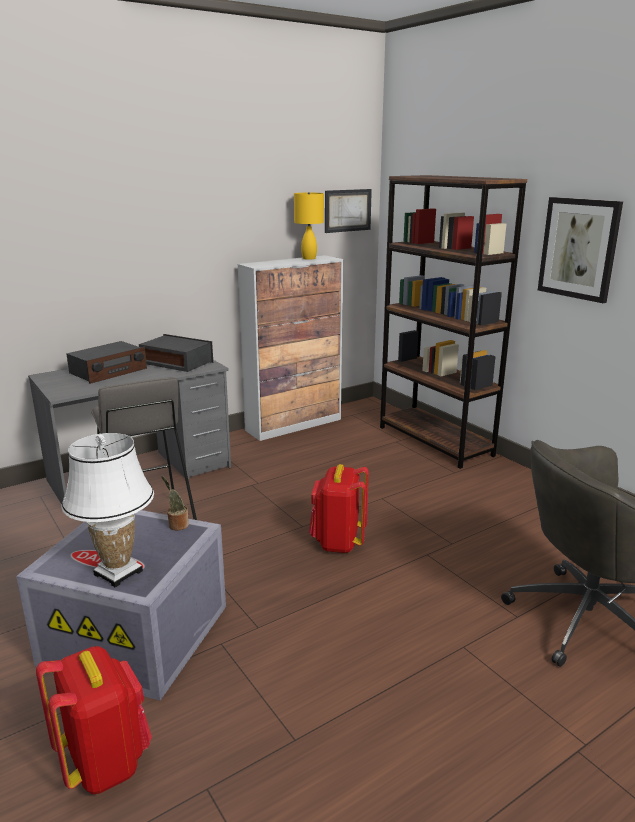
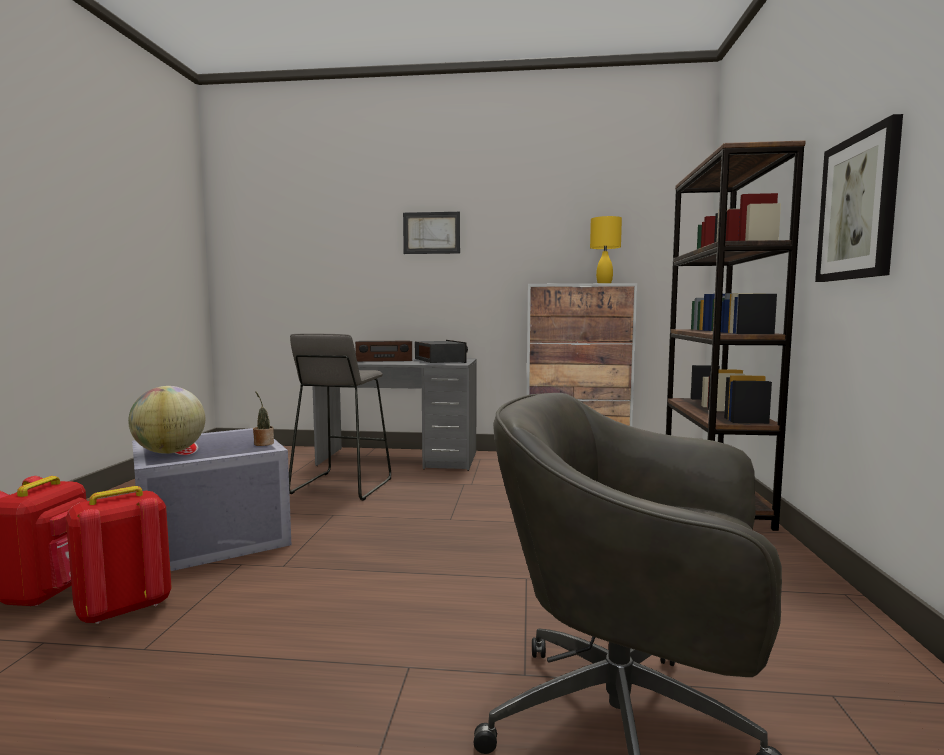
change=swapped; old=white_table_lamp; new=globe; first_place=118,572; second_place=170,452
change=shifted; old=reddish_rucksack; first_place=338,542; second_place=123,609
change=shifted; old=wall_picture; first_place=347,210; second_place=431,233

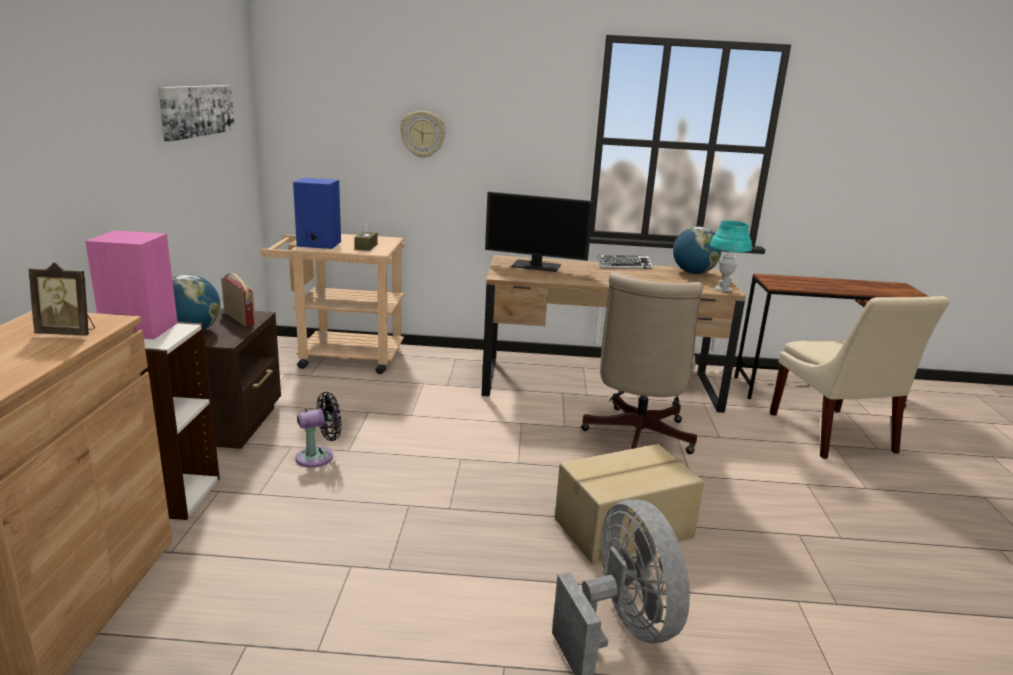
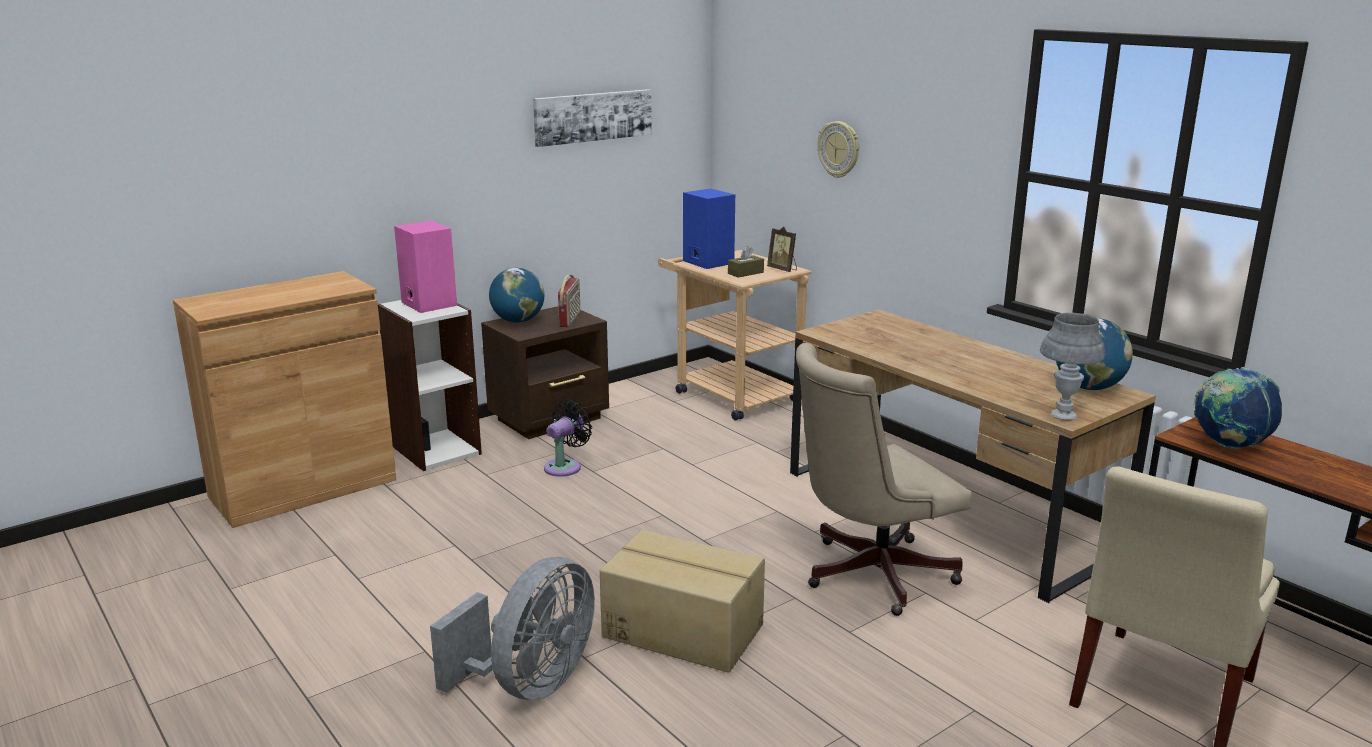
change=shifted; old=standing_frame; first_place=68,333; second_place=783,269
change=rotated; old=black-coloured_fan; first_place=319,456; second_place=565,466; degrees=-75
change=gone; old=monitor; first_place=536,266
change=gone; old=computer_keyboard; first_place=624,266
change=repainted; old=turquoise_table_lamp; new=gray_table_lamp; first_place=723,289; second_place=1063,416
change=new; new=globe; second_place=1229,445

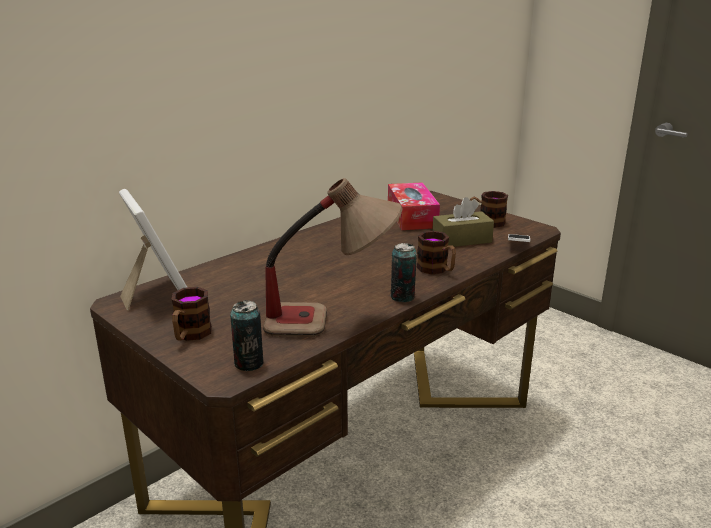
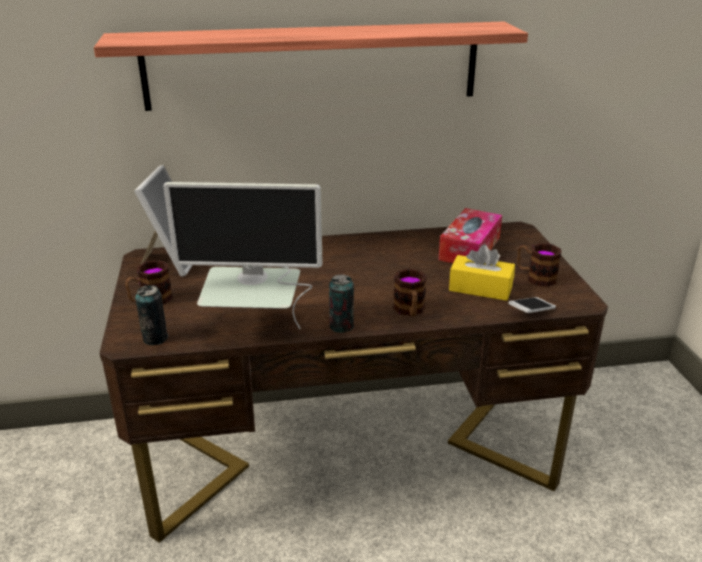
change=swapped; old=table_lamp; new=monitor; first_place=332,322; second_place=255,328
change=repainted; old=brown-coloured_box_of_tissues; new=yellow-coloured_box_of_tissues; first_place=461,240; second_place=480,288
change=new; new=bracket_shelf; second_place=313,65

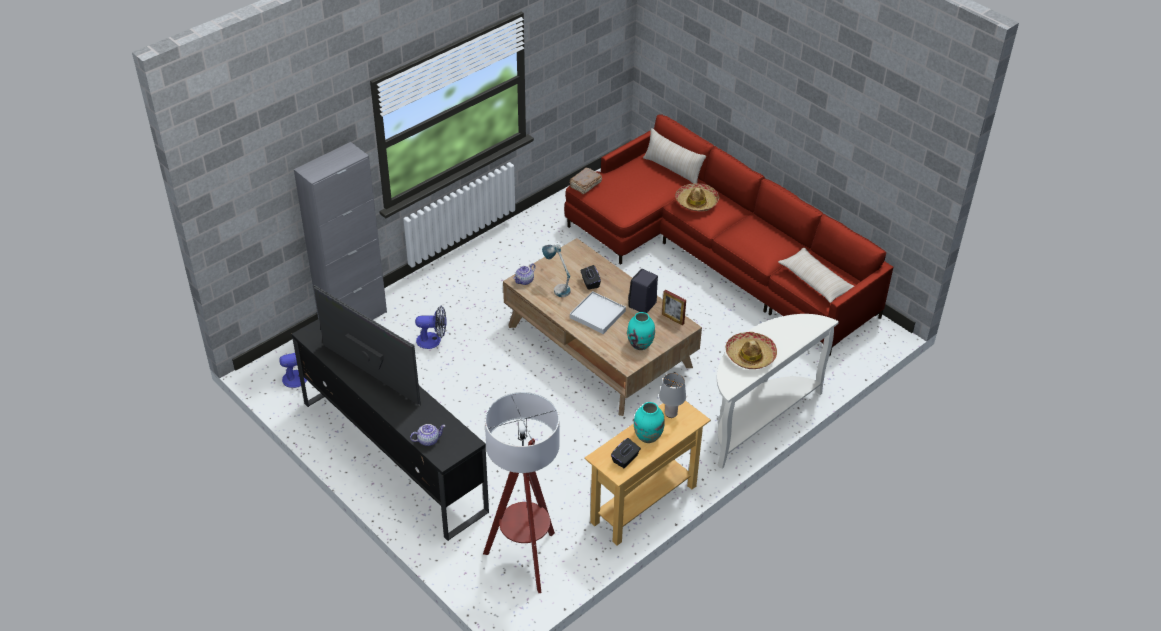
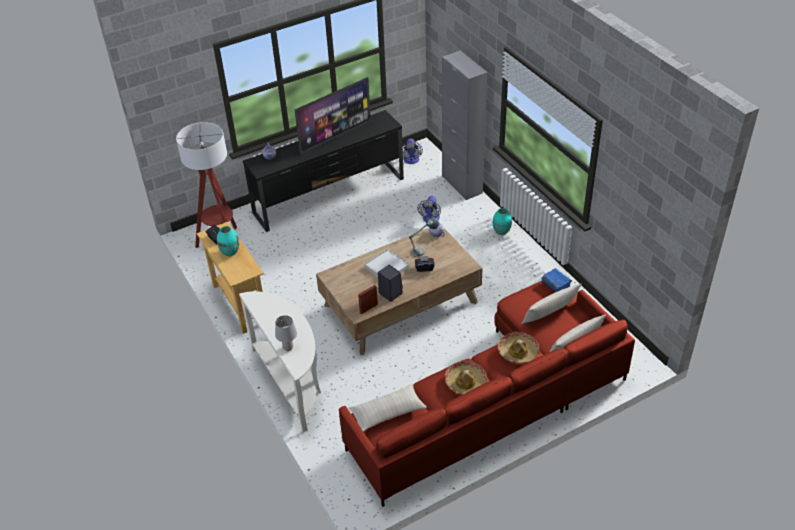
change=repainted; old=brown-coloured_bound_book; new=blue_bound_book; first_place=585,185; second_place=555,284
change=shifted; old=turquoise_decorative_vase; first_place=640,344; second_place=501,231
change=shifted; old=gray_table_lamp; first_place=670,413; second_place=288,347
change=shifted; old=wearable_hat; first_place=750,356; second_place=465,382
change=new; new=beige-coloured_cushion; second_place=549,313

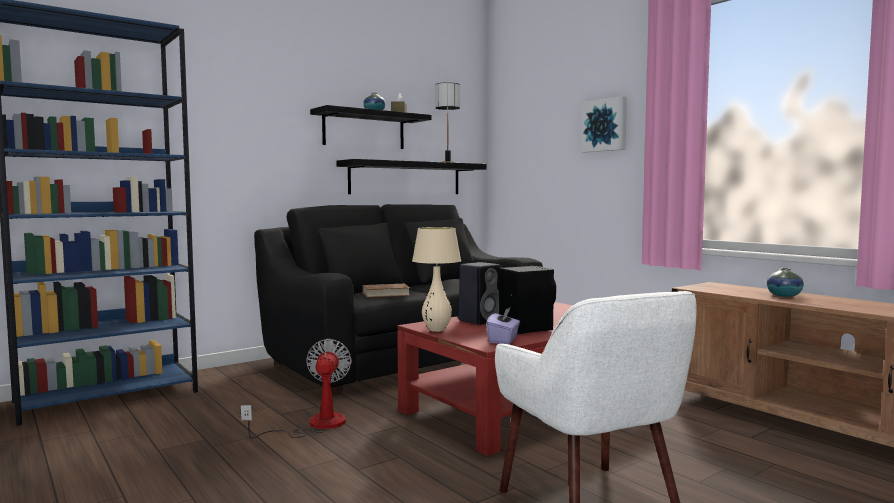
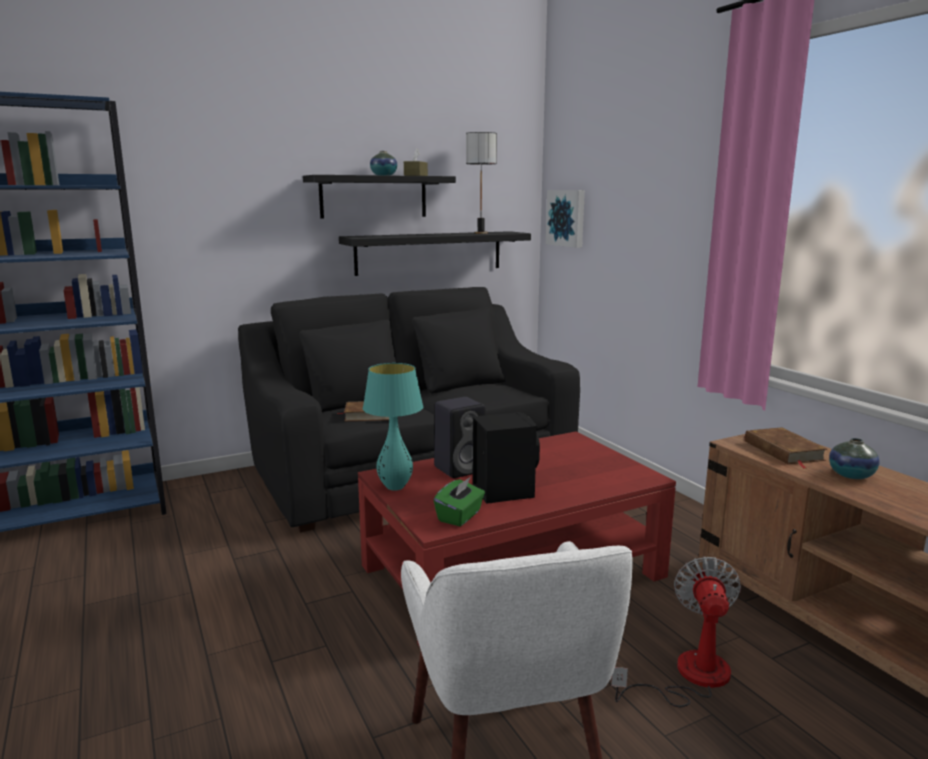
change=shifted; old=fan; first_place=314,425; second_place=689,677
change=repainted; old=beige-coloured_table_lamp; new=turquoise_table_lamp; first_place=436,330; second_place=395,487
change=repainted; old=purplish_box_of_tissues; new=green_box_of_tissues; first_place=503,340; second_place=460,516
change=shifted; old=wall_picture; first_place=605,125; second_place=567,218
change=new; new=brown-coloured_bound_book; second_place=783,451

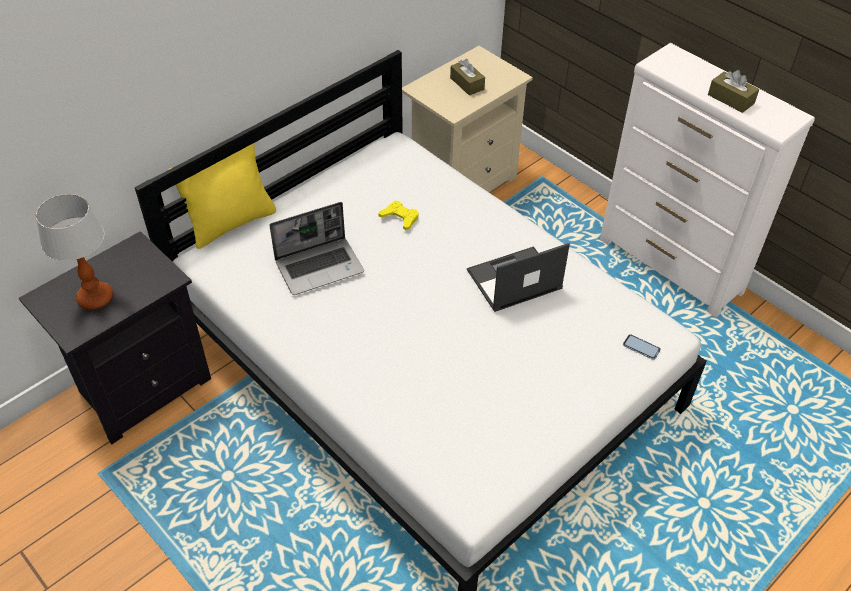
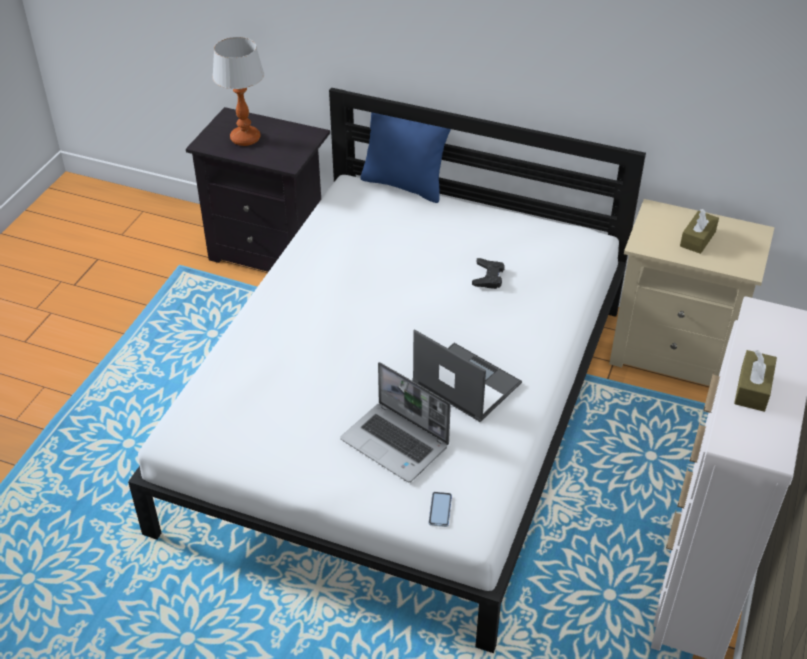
change=repainted; old=yellow-coloured_cushion; new=blue_cushion; first_place=231,223; second_place=404,185
change=shifted; old=laptop; first_place=320,266; second_place=396,443
change=repainted; old=yellow-coloured_joypad; new=black-coloured_joypad; first_place=400,218; second_place=488,277

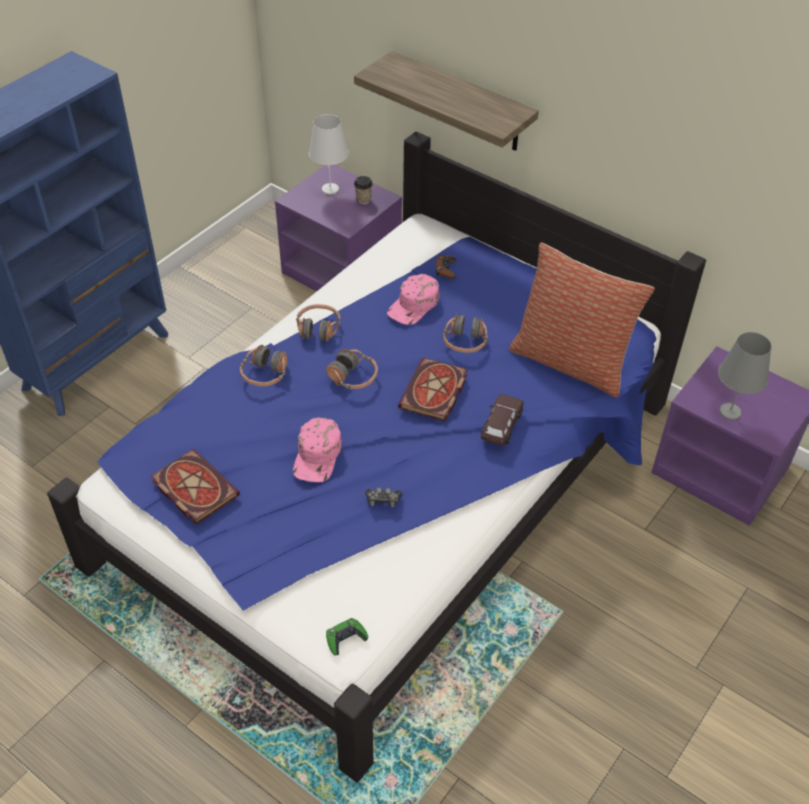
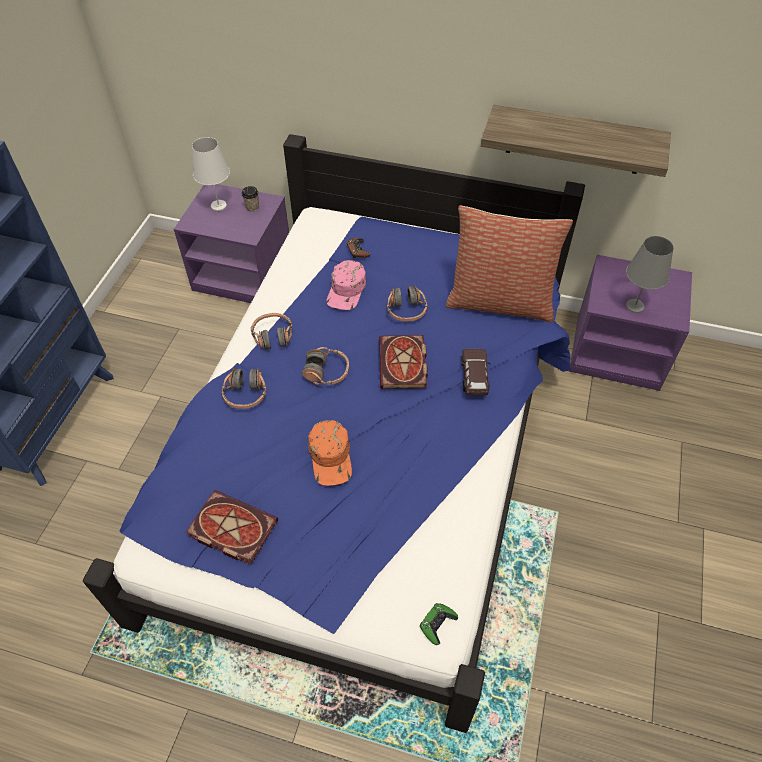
change=repainted; old=pinkish_baseball_cap; new=orange_baseball_cap; first_place=318,455; second_place=331,457
change=shifted; old=bracket_shelf; first_place=461,103; second_place=575,140
change=gone; old=joypad; first_place=383,500

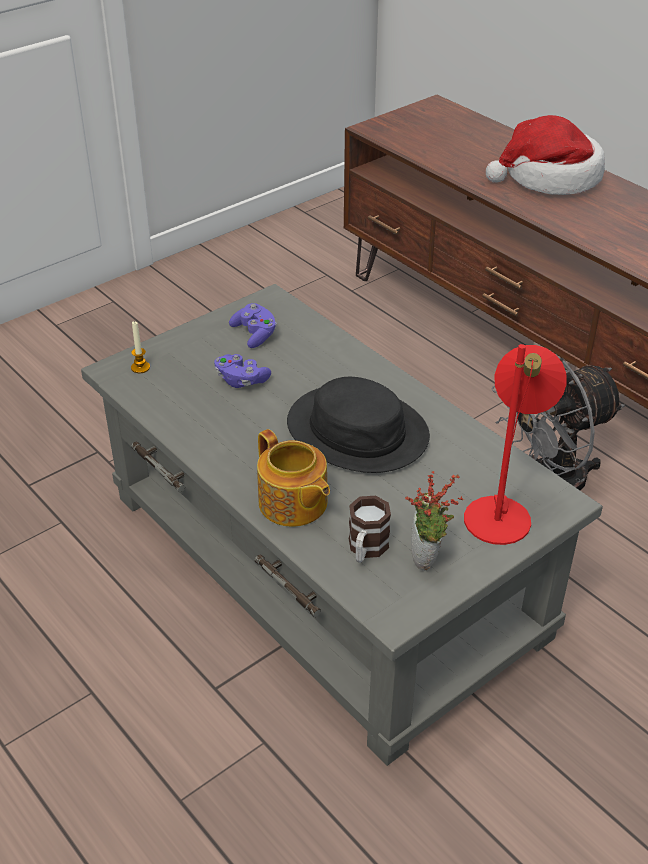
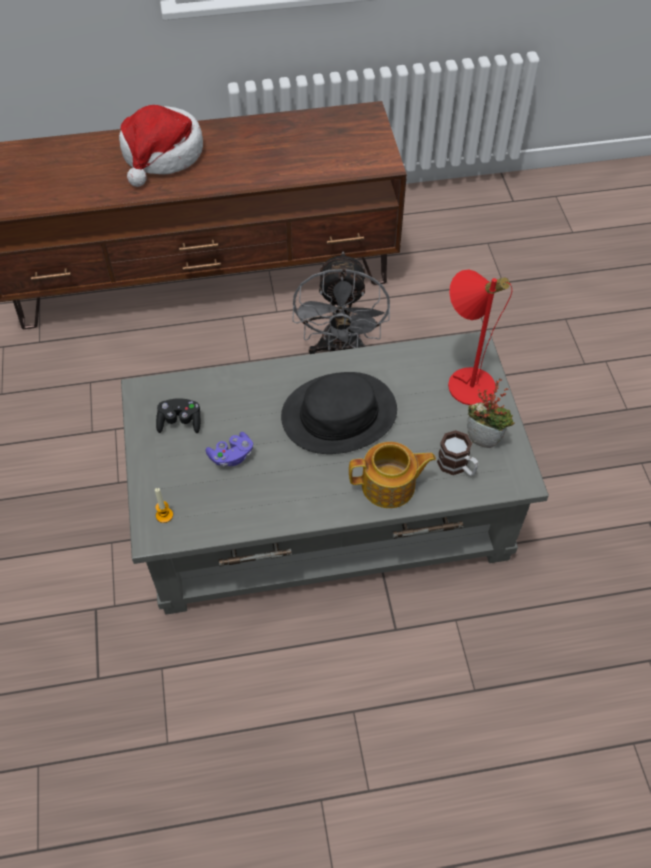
change=repainted; old=purplish_joypad; new=black-coloured_joypad; first_place=255,334; second_place=180,422

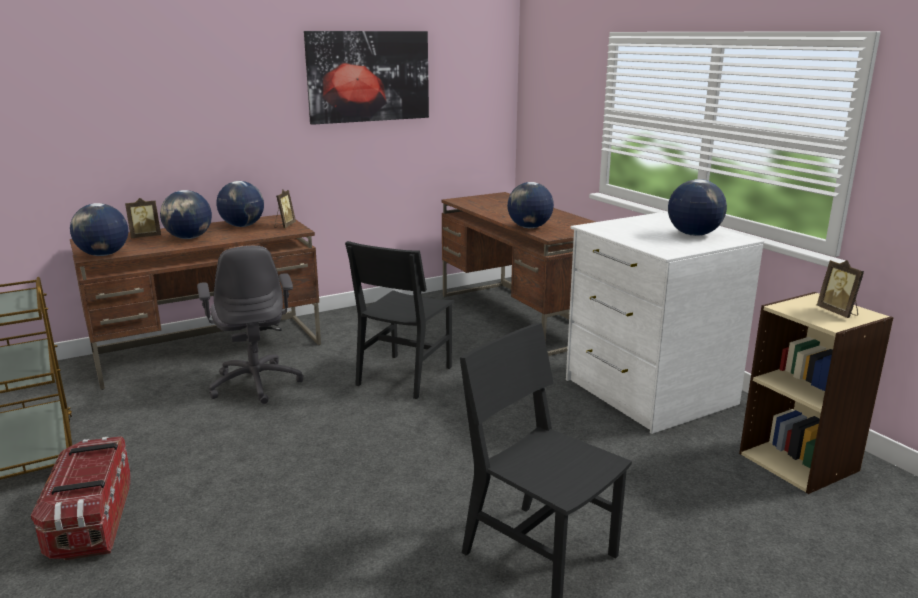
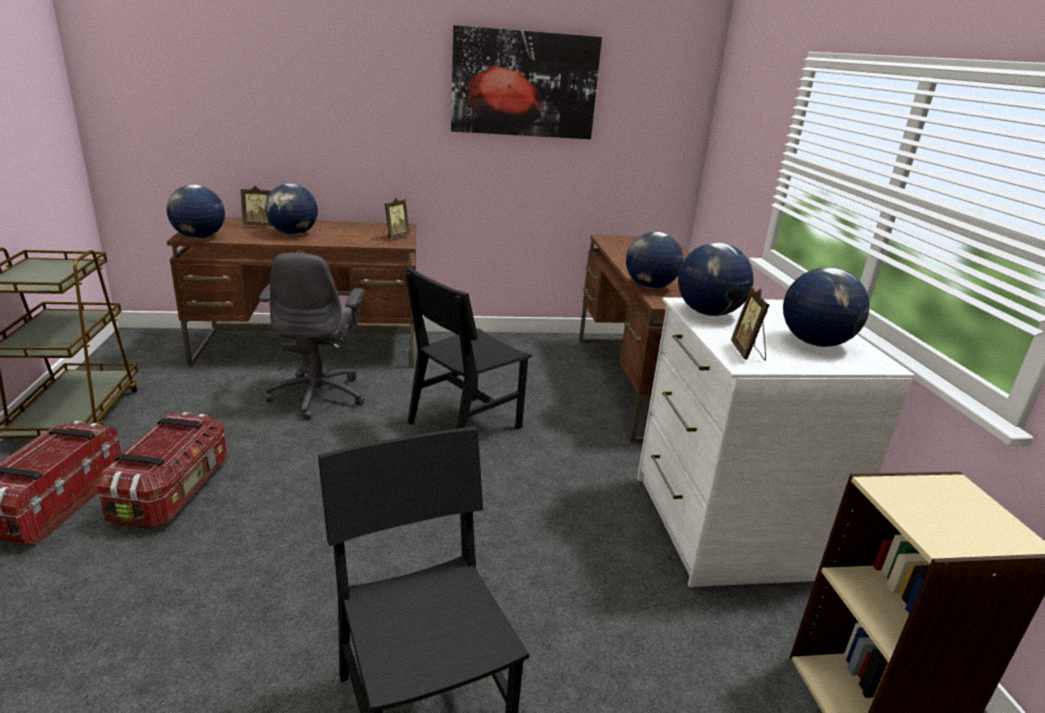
change=shifted; old=globe; first_place=243,226; second_place=709,313
change=shifted; old=standing_frame; first_place=838,312; second_place=748,352
change=new; new=storage_container; second_place=174,491

